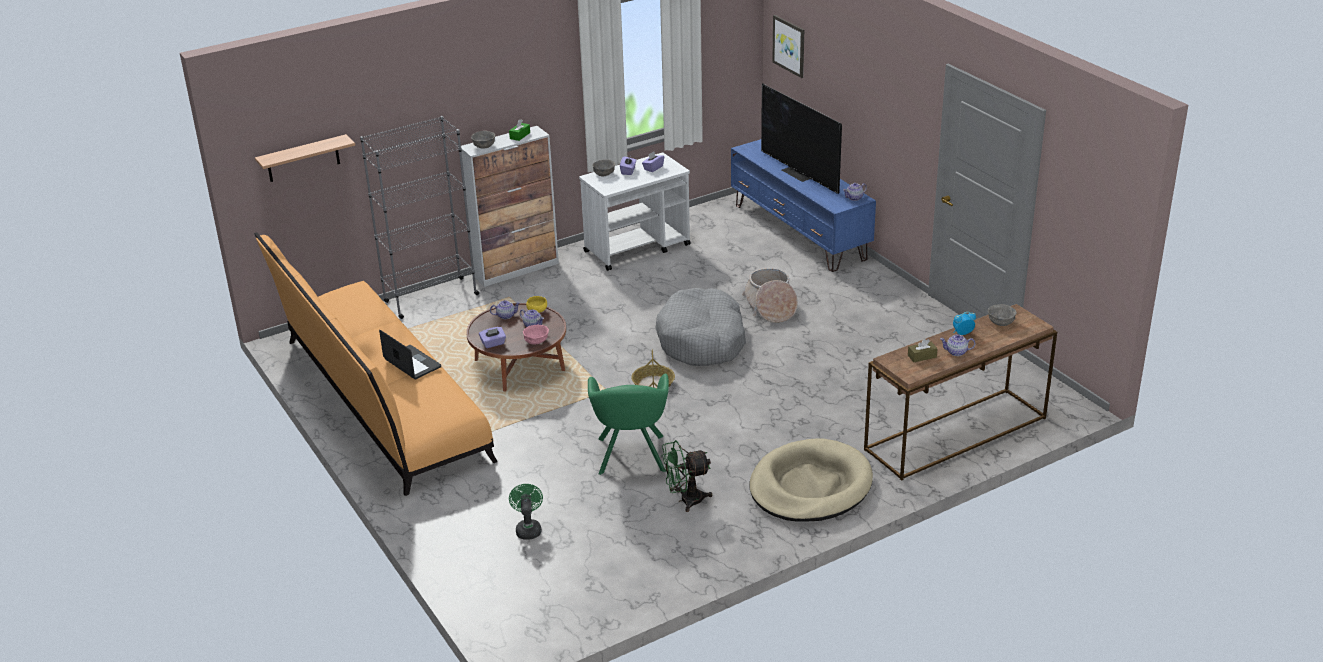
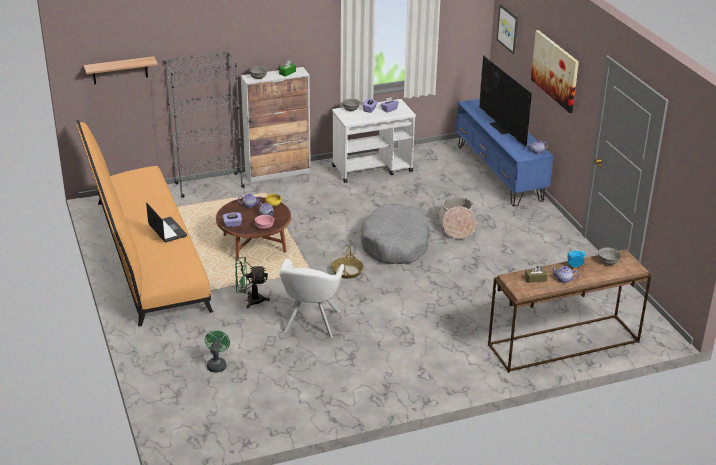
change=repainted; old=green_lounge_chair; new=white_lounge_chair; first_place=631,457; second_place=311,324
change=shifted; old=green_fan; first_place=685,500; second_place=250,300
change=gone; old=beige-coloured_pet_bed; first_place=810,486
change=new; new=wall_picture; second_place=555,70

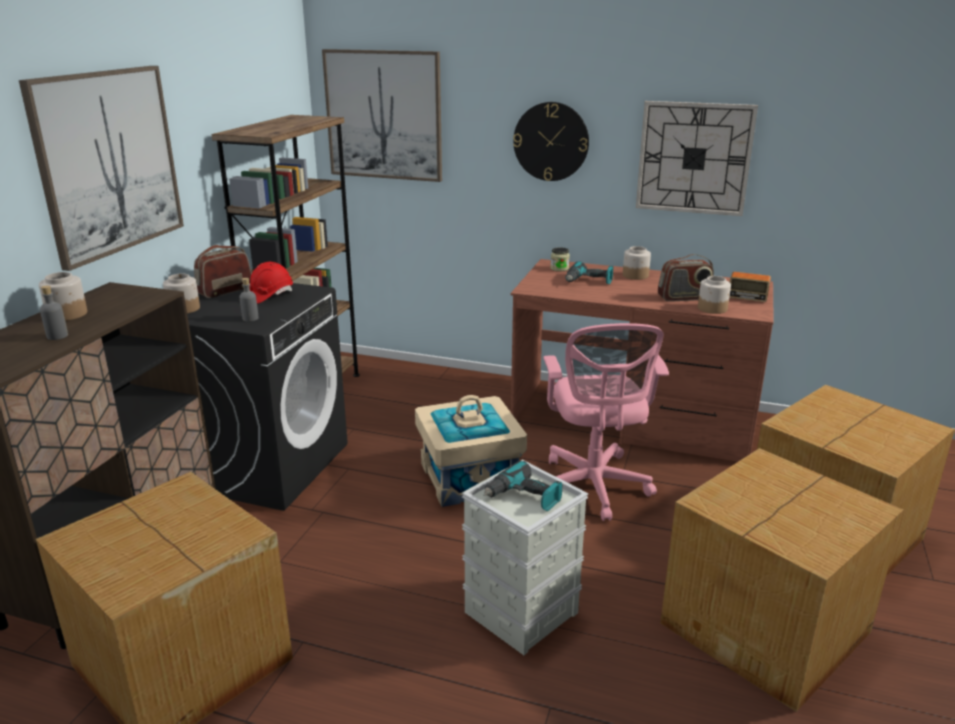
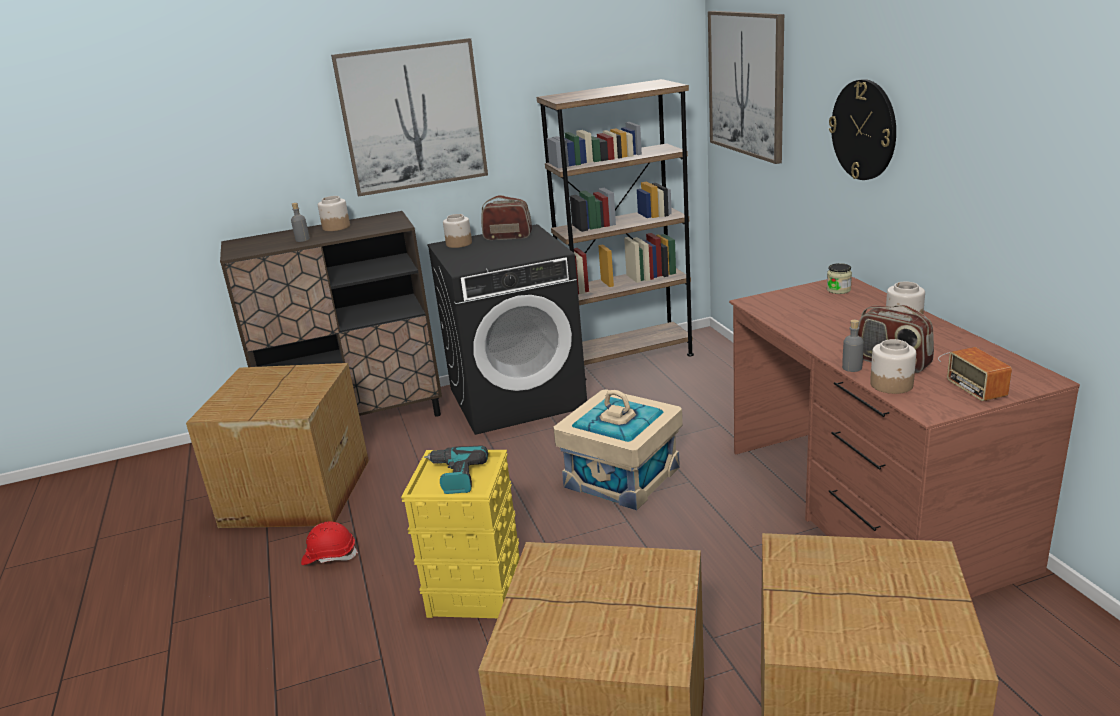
change=shifted; old=gray_drink_bottle; first_place=250,318; second_place=852,367
change=shifted; old=reddish_safety_helmet; first_place=269,296; second_place=329,556
change=repainted; old=gray_storage_container; new=yellow-coloured_storage_container; first_place=521,611; second_place=476,590
change=gone; old=pinkish_office_chair; first_place=594,488
change=gone; old=power_drill; first_place=588,281
change=gone; old=hanging_clock; first_place=694,158

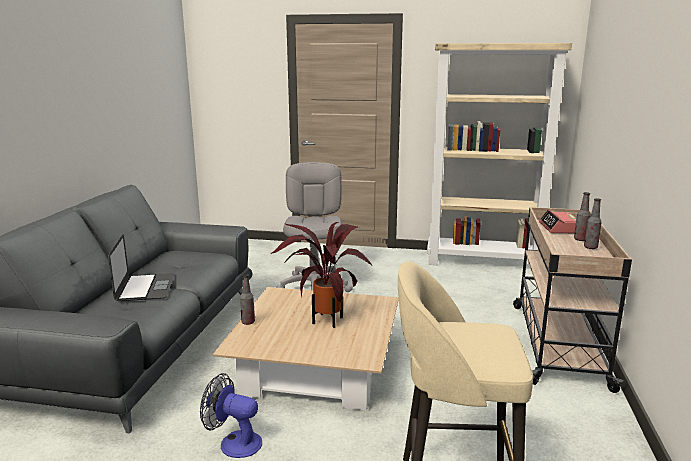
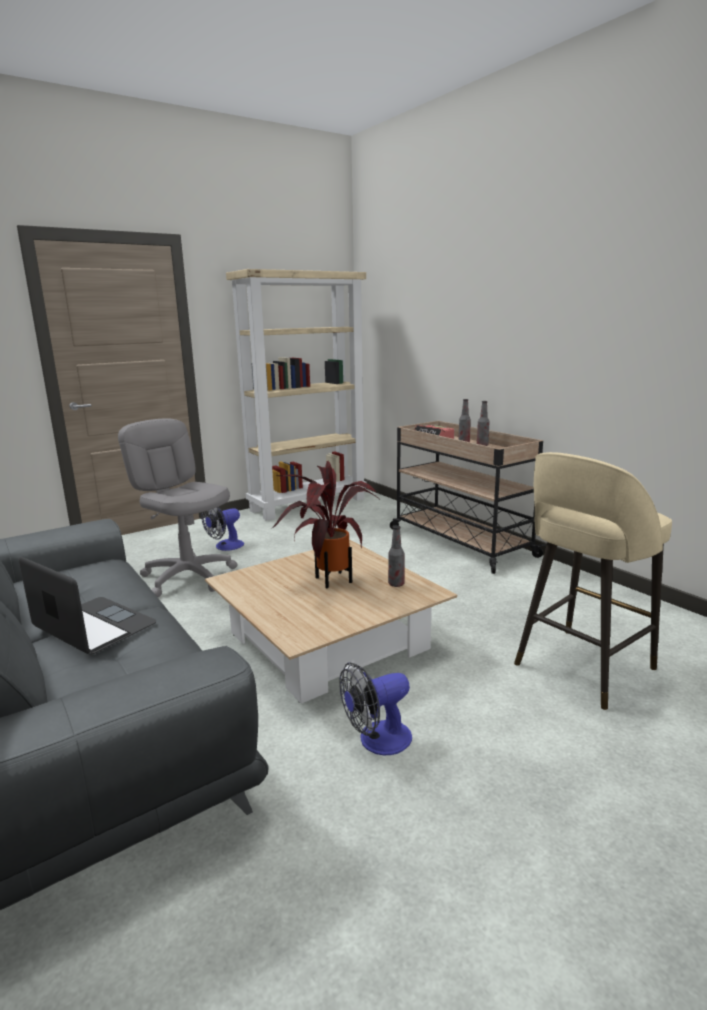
change=shifted; old=drink_bottle; first_place=248,322; second_place=396,584
change=new; new=fan; second_place=225,547

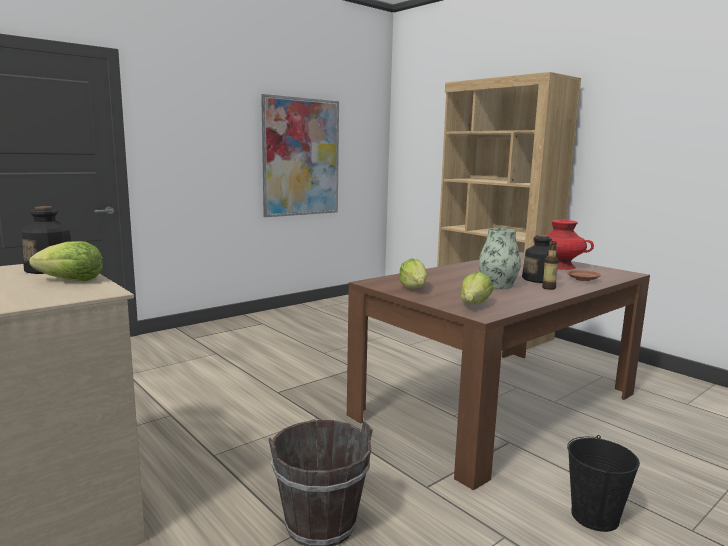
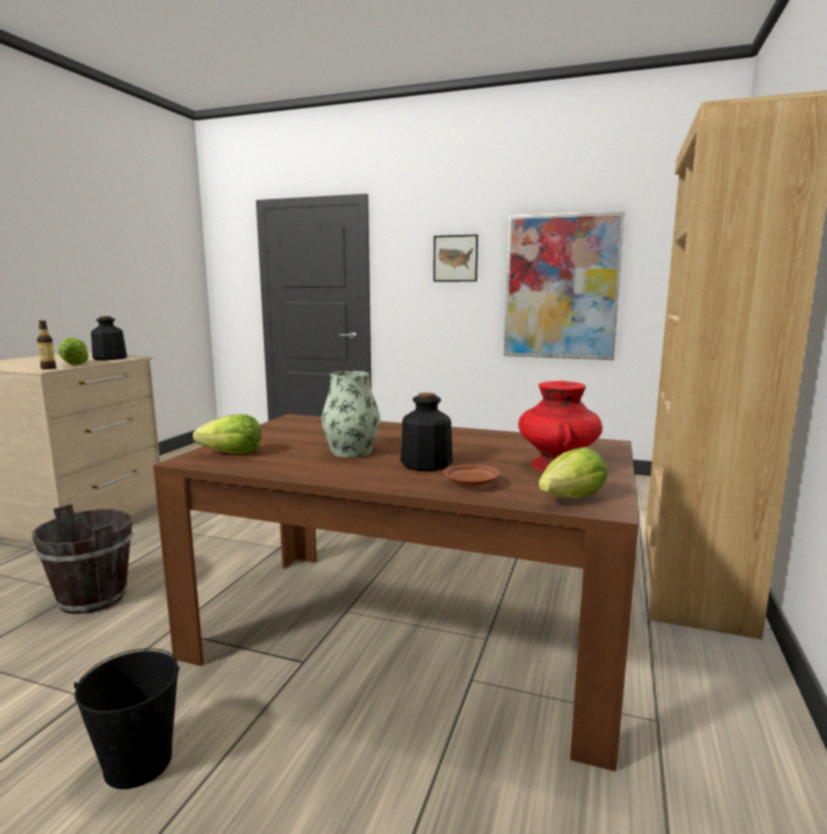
change=shifted; old=lettuce_head; first_place=414,288; second_place=572,498
change=shifted; old=drink_bottle; first_place=548,288; second_place=48,368
change=new; new=wall_picture; second_place=455,258

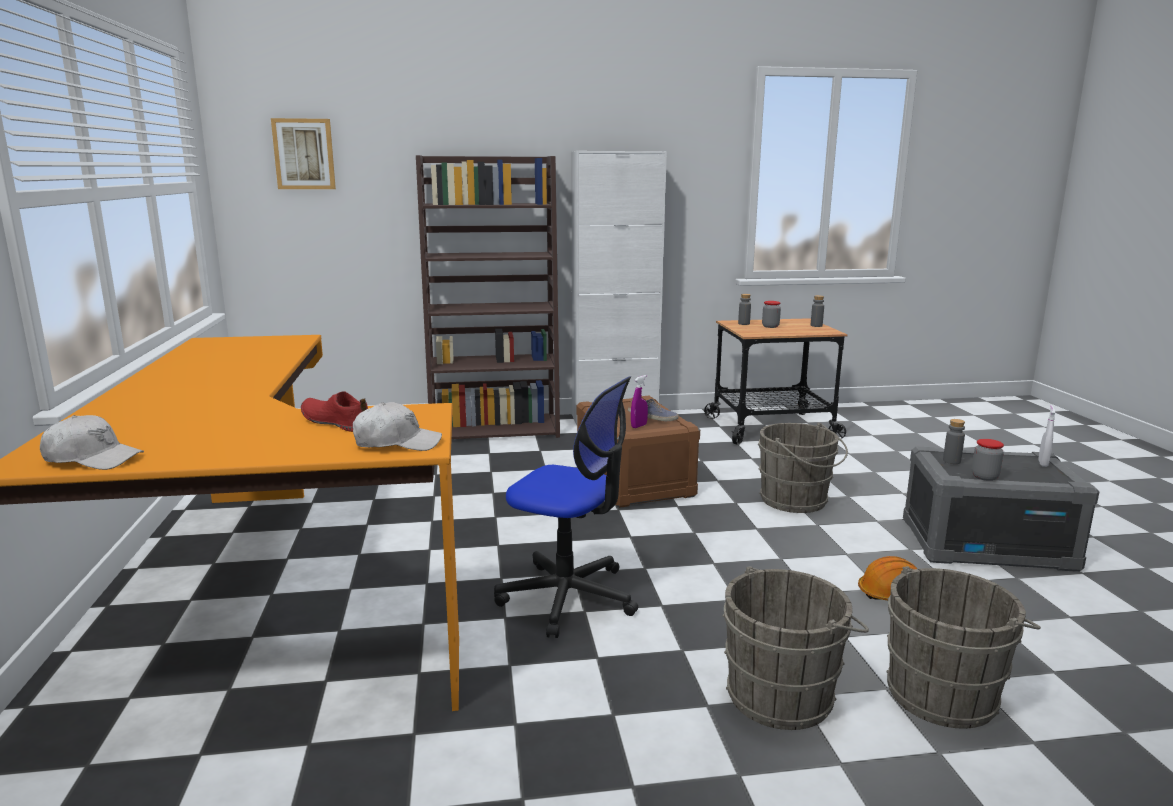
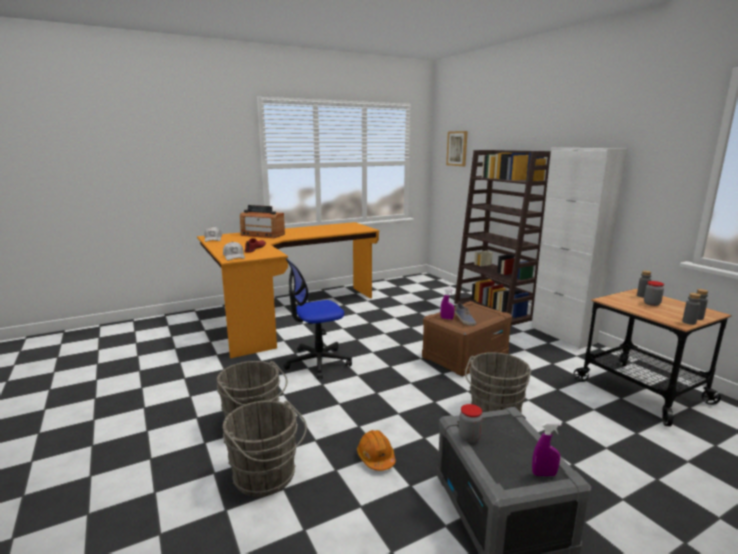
change=rotated; old=office_chair; first_place=568,597; second_place=317,362; degrees=60
change=shifted; old=gray_drink_bottle; first_place=951,461; second_place=689,322
change=repainted; old=white_sprayer; new=purplish_sprayer; first_place=1043,463; second_place=544,474
change=new; new=radio_set; second_place=262,235

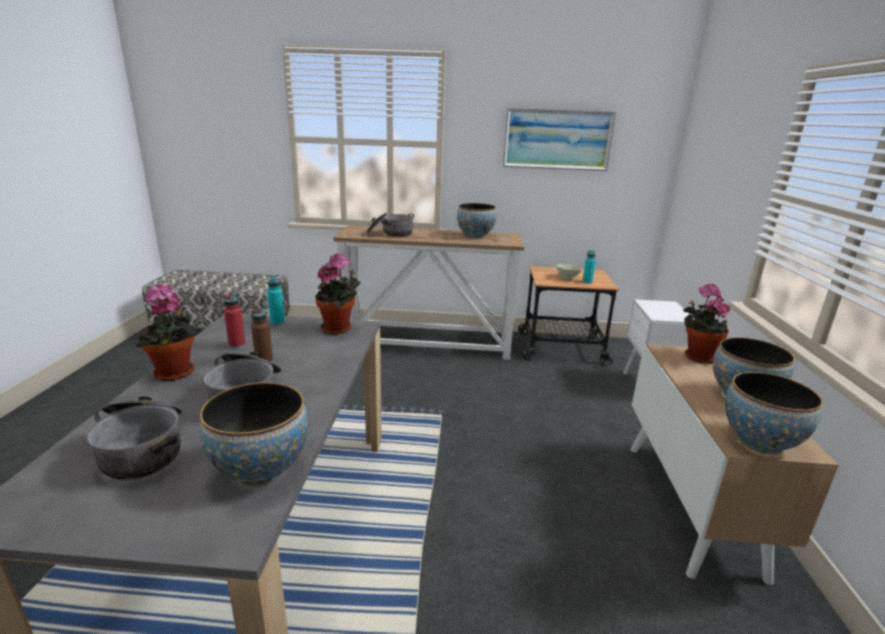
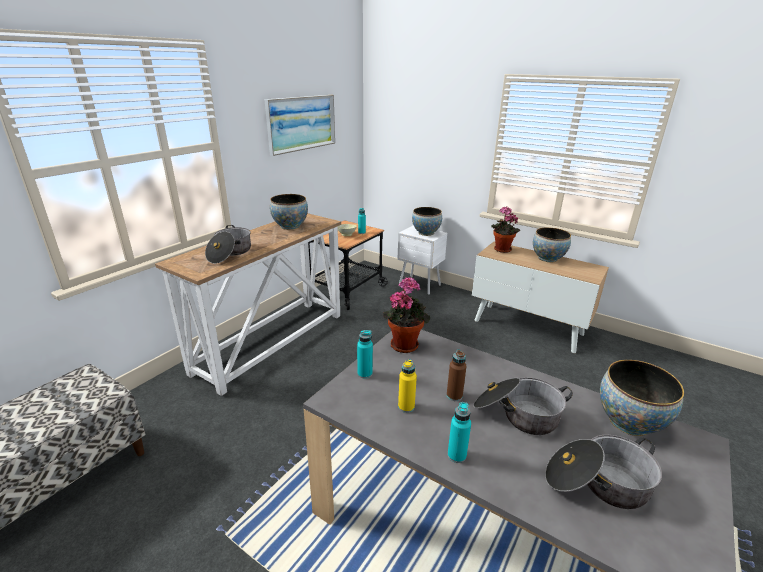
change=swapped; old=plant_in_a_pot; new=turquoise_drink_bottle; first_place=175,374; second_place=456,455
change=repainted; old=reddish_drink_bottle; new=yellow-coloured_drink_bottle; first_place=237,345; second_place=406,407
change=shifted; old=bowl; first_place=759,442; second_place=426,233

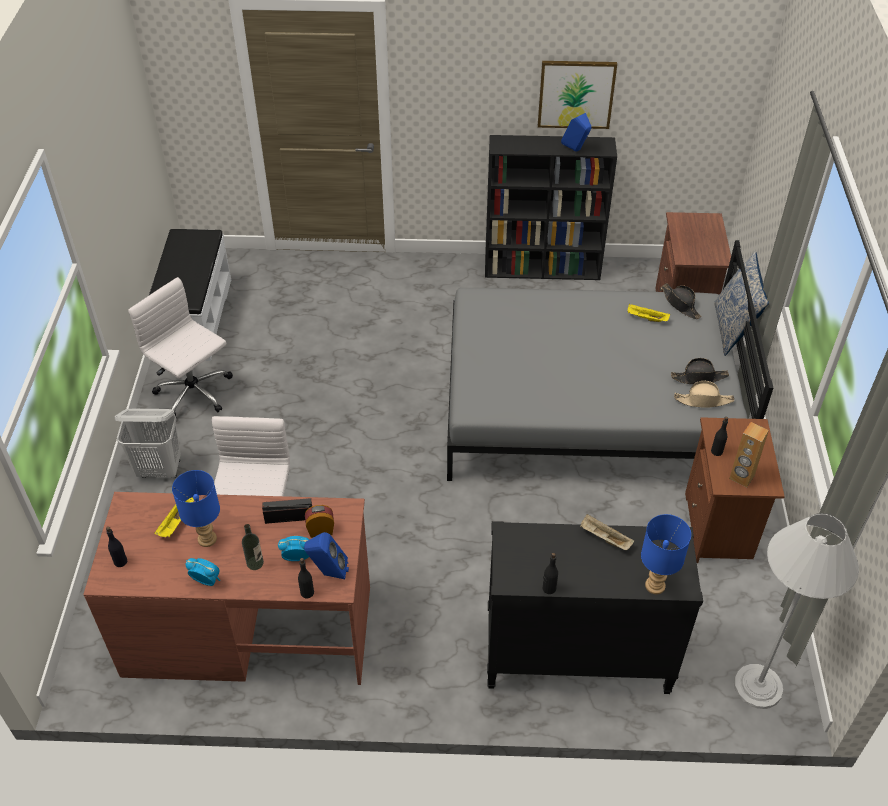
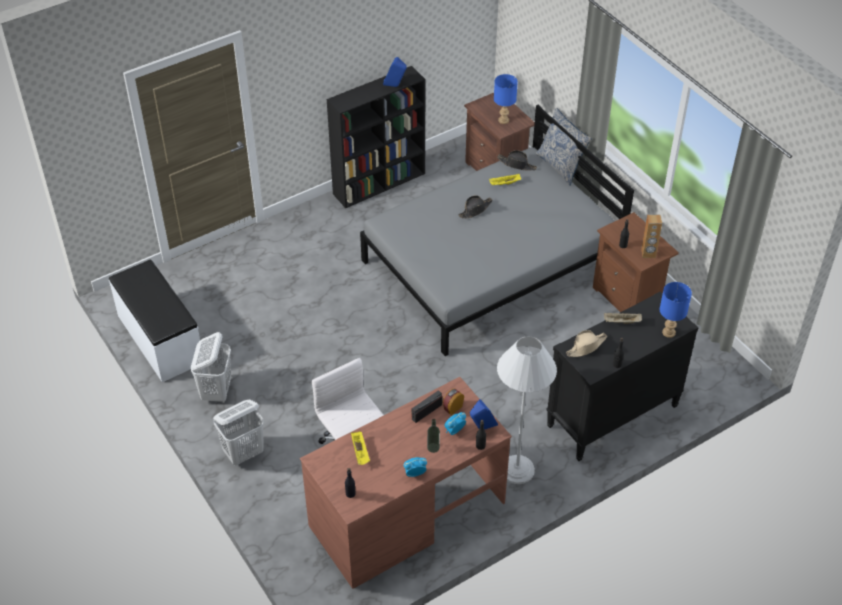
change=swapped; old=white_office_chair; new=white_laundry_basket; first_place=194,394; second_place=216,391
change=shifted; old=blue_table_lamp; first_place=208,539; second_place=504,120
change=gone; old=wall_picture; first_place=576,94
change=shifted; old=black-coloured_wearable_hat; first_place=699,377; second_place=475,210
change=shifted; old=beige-coloured_wearable_hat; first_place=703,400; second_place=586,347
change=shifted; old=white_standard_lamp; first_place=758,686; second_place=517,470

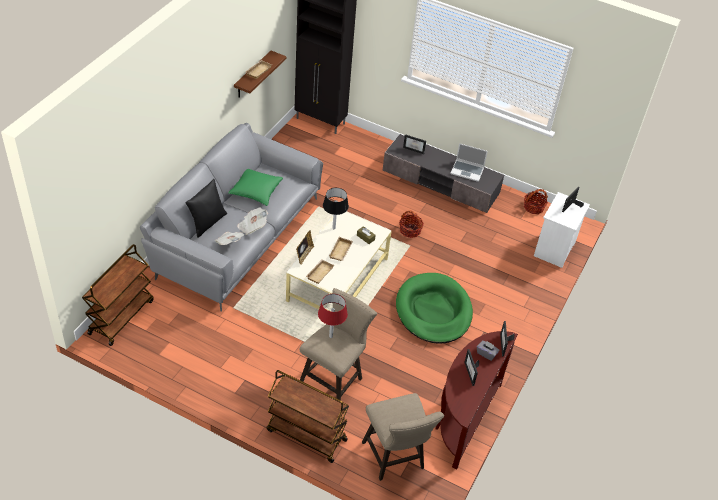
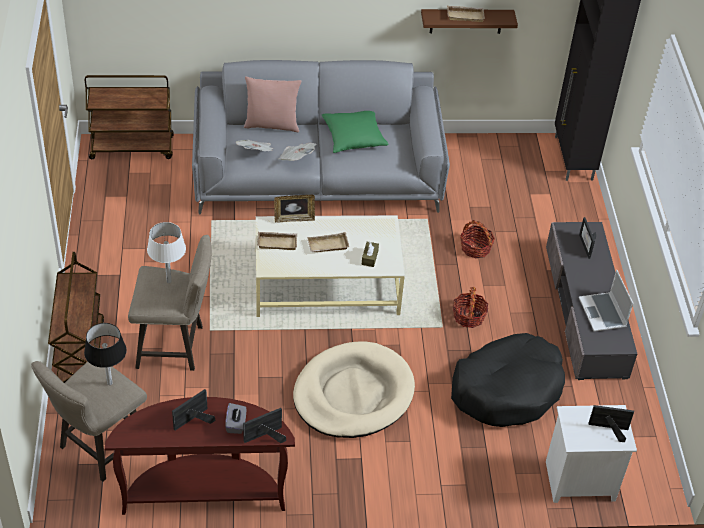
change=repainted; old=black-coloured_cushion; new=pinkish_cushion; first_place=207,223; second_place=272,125
change=repainted; old=reddish_table_lamp; new=white_table_lamp; first_place=330,336; second_place=169,281
change=shifted; old=black-coloured_table_lamp; first_place=333,228; second_place=109,383
change=repainted; old=green_pet_bed; new=beige-coloured_pet_bed; first_place=433,311; second_place=353,394
change=shifted; old=household_basket; first_place=533,207; second_place=475,248
change=new; new=black-coloured_pet_bed; second_place=507,389

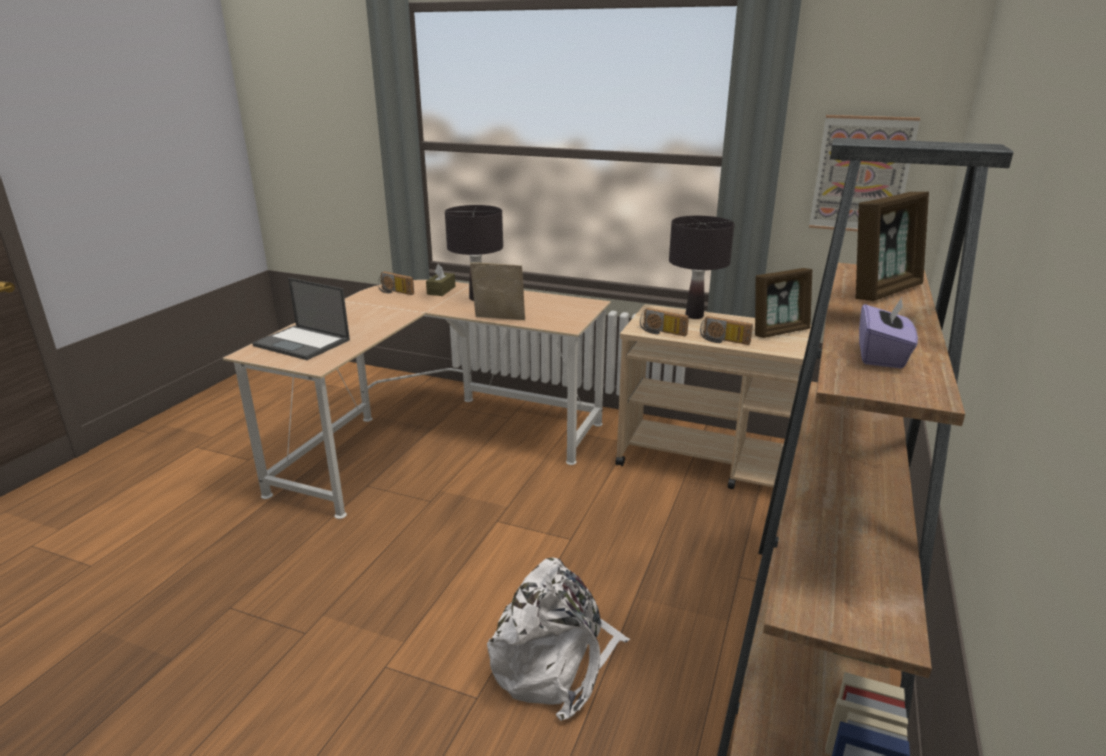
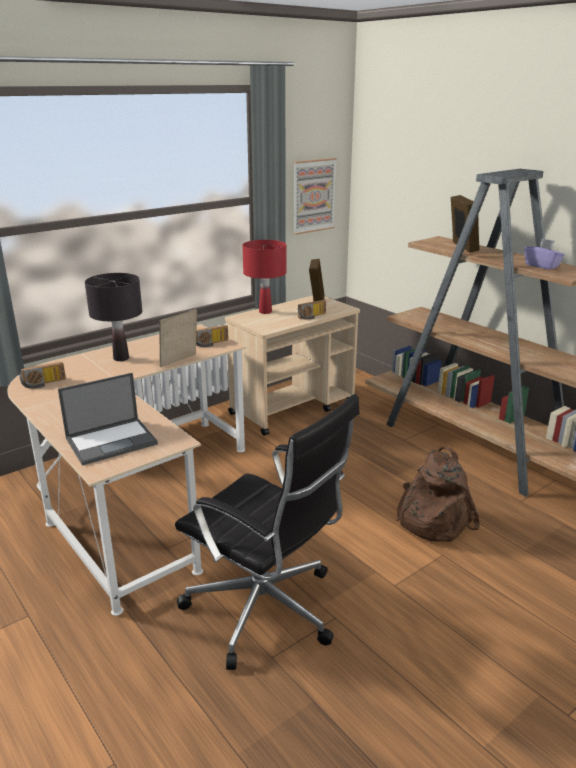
change=gone; old=brown-coloured_box_of_tissues; first_place=441,290
change=repainted; old=white_rucksack; new=brown-coloured_rucksack; first_place=555,663; second_place=431,519
change=shifted; old=radio_set; first_place=661,332; second_place=212,344
change=repainted; old=black-coloured_table_lamp; new=reddish_table_lamp; first_place=694,316; second_place=265,312
change=new; new=black-coloured_office_chair; second_place=266,610

